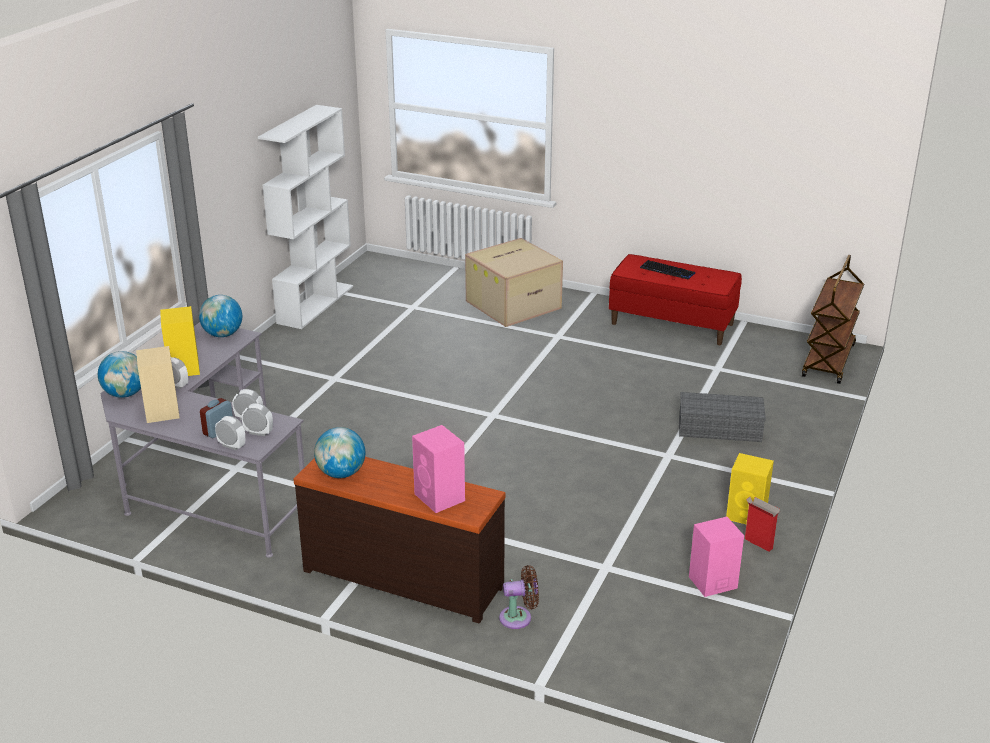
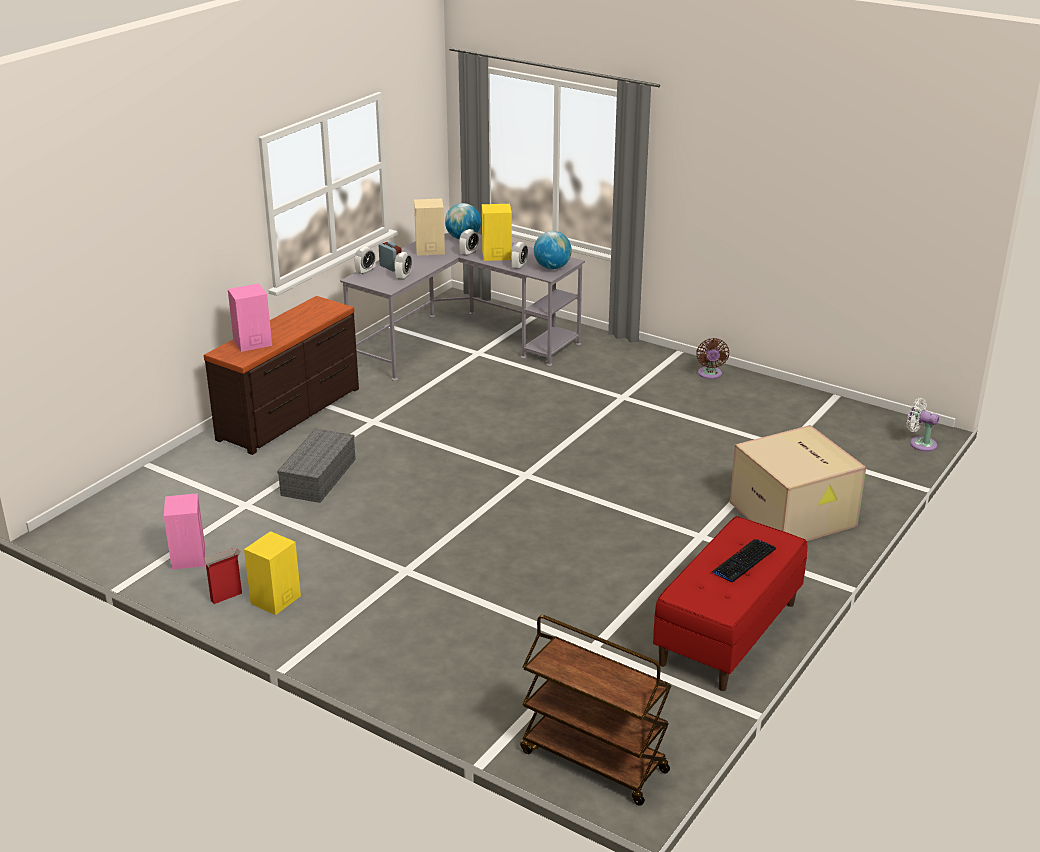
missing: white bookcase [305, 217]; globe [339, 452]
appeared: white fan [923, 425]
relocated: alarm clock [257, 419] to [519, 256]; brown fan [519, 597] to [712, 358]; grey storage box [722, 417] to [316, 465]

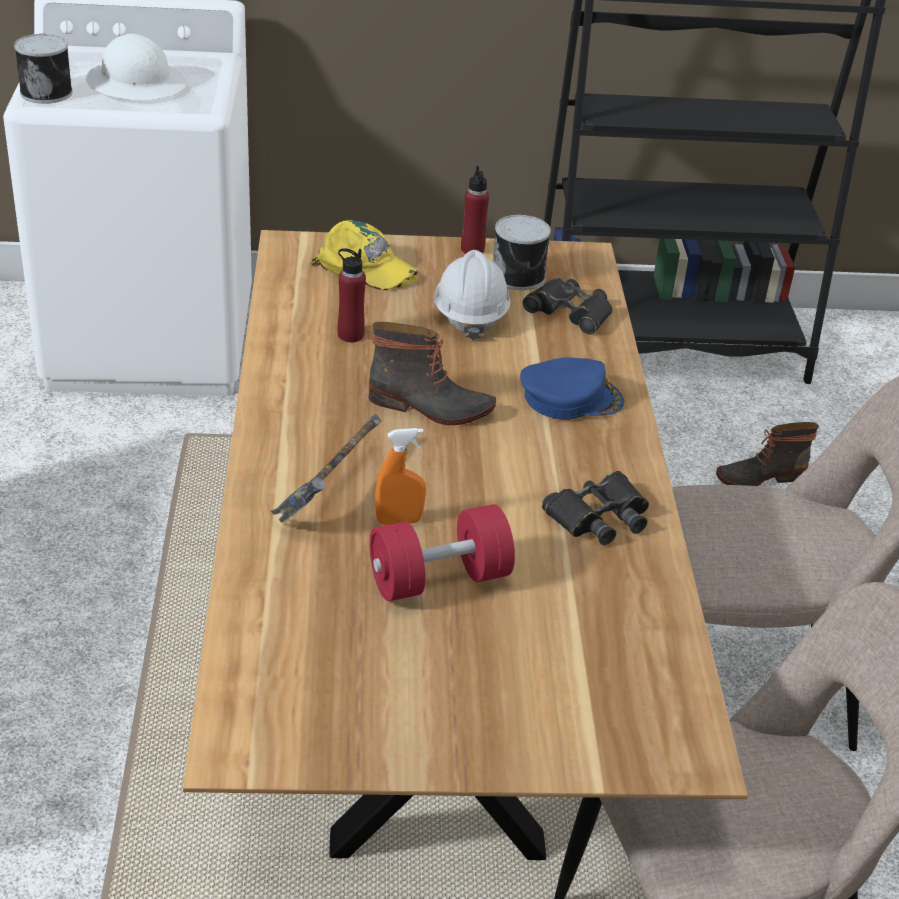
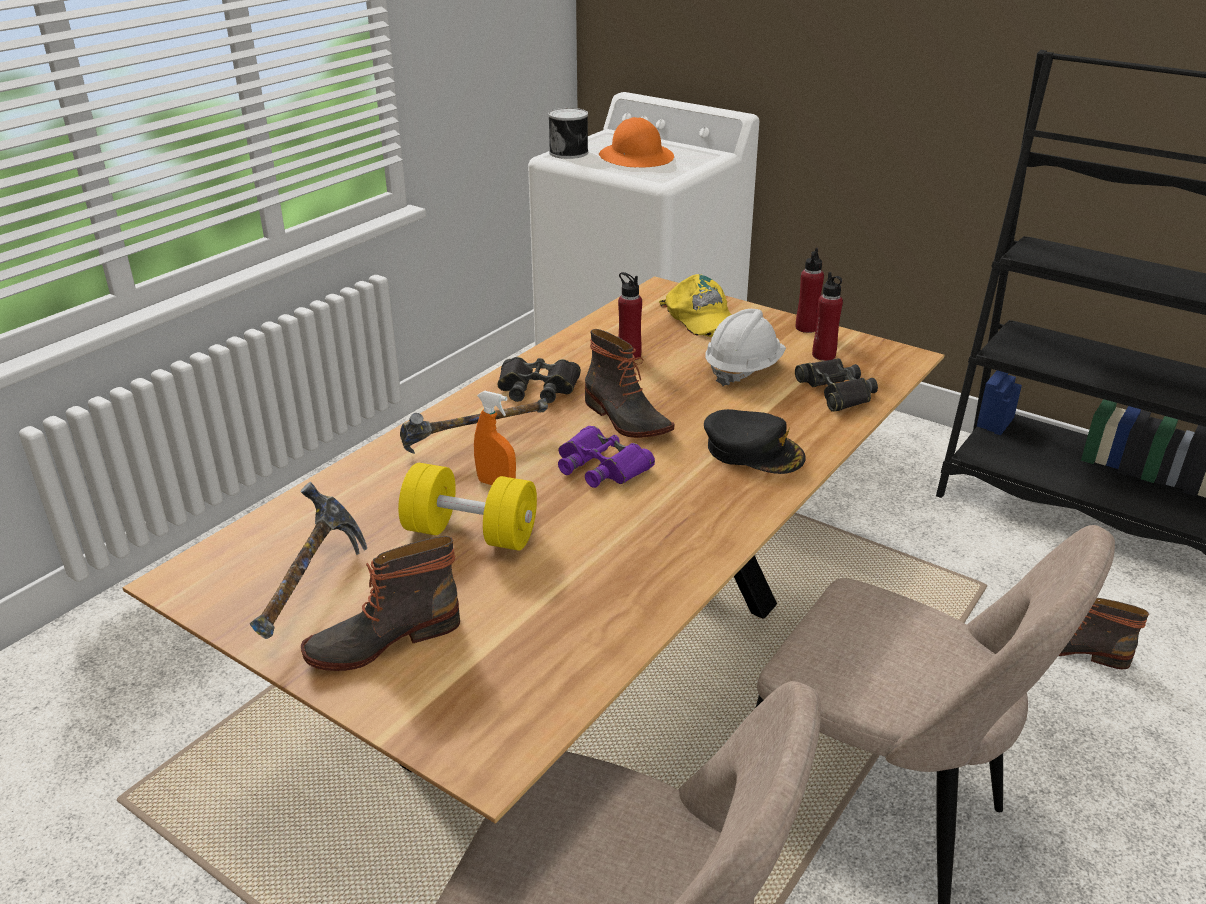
appeared: hammer [308, 560]; boot [380, 603]; purple binoculars [606, 457]
relocated: black binoculars [595, 508] to [539, 380]
exchanged: can [522, 252] to red bottle [827, 316]
colour: white hard hat [136, 67] to orange hard hat [636, 142]; red dumbbell [442, 552] to yellow dumbbell [467, 507]; blue cap [572, 388] to black cap [755, 441]

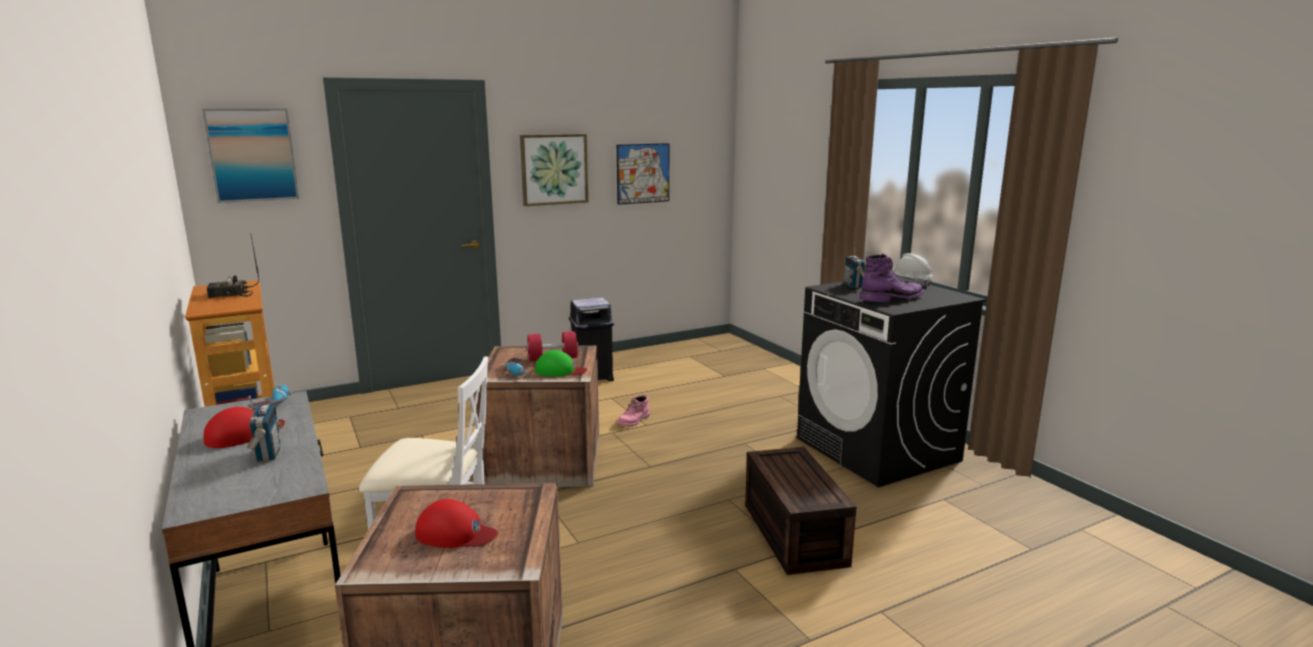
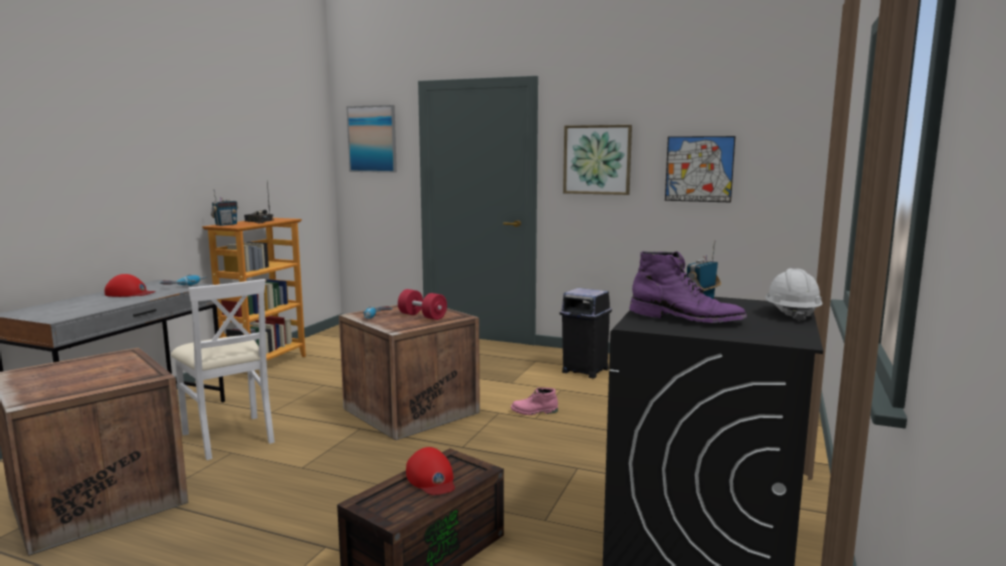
missing: green cap [561, 363]
relocated: radio [264, 429] to [224, 207]; red cap [456, 523] to [430, 471]

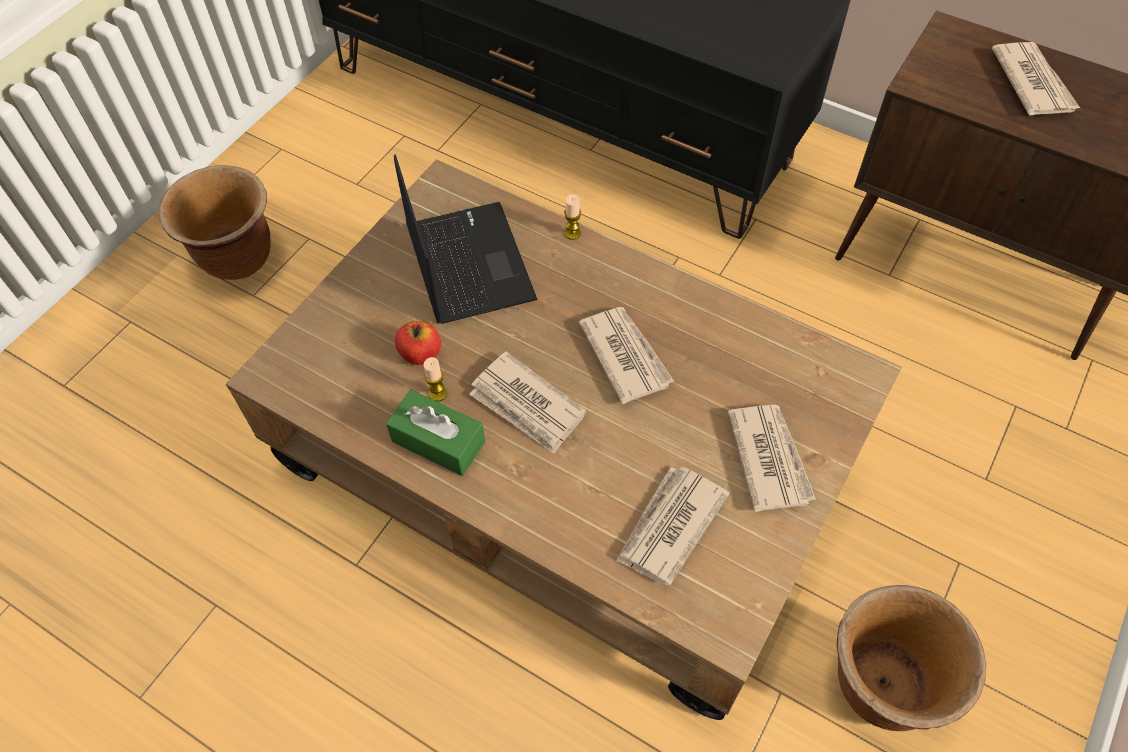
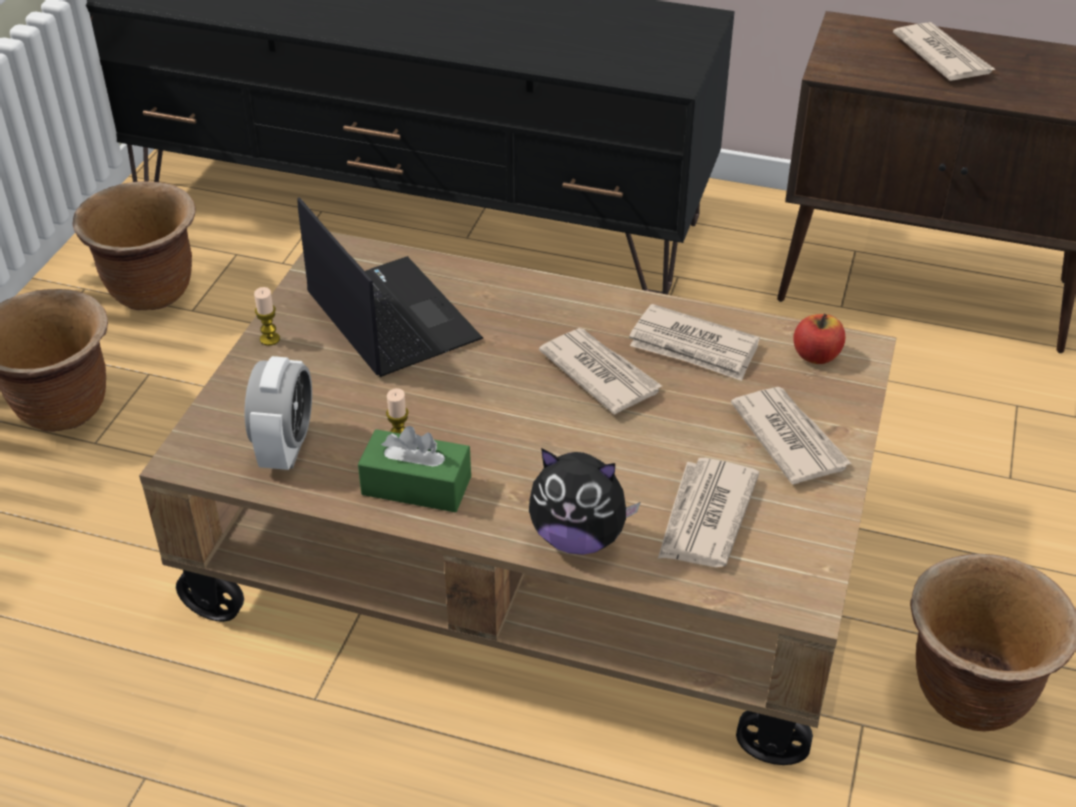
appeared: brown planter [134, 245]; alarm clock [278, 413]; plush toy [585, 501]
relocated: apple [418, 343] to [819, 339]; newspaper [527, 402] to [694, 342]; candle [572, 217] to [267, 316]

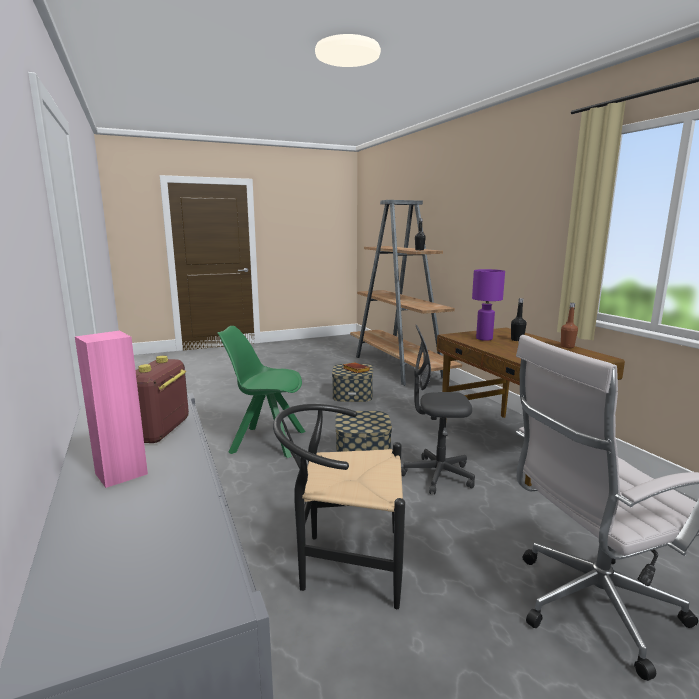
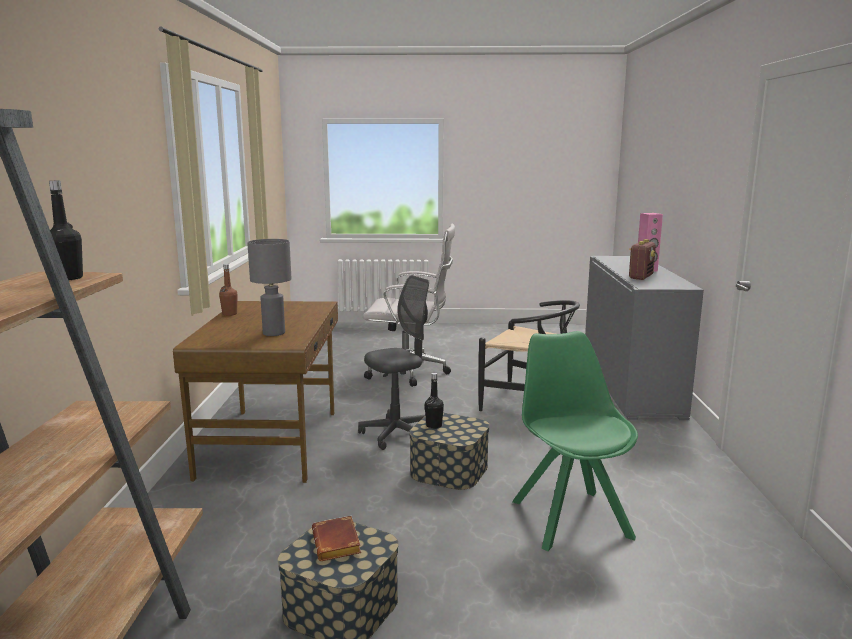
relocated: black bottle [519, 319] to [434, 401]
colour: purple table lamp [488, 305] to grey table lamp [269, 287]
spun: green chair [261, 392] = [575, 441] 135 degrees counterclockwise; grey office chair [438, 410] = [393, 362] 60 degrees counterclockwise

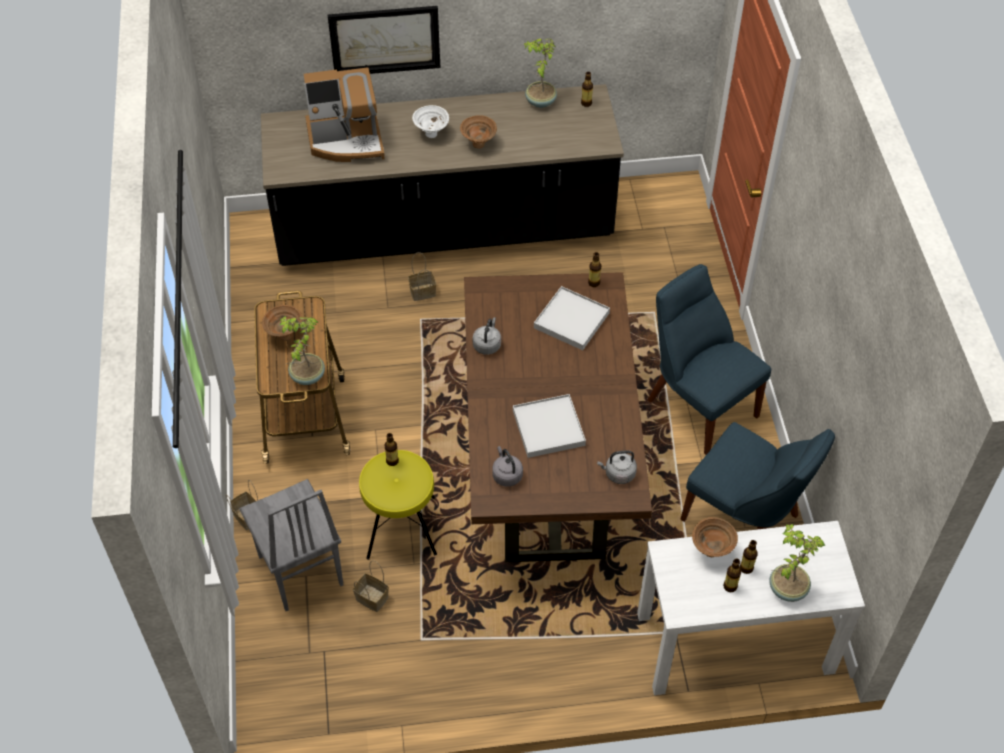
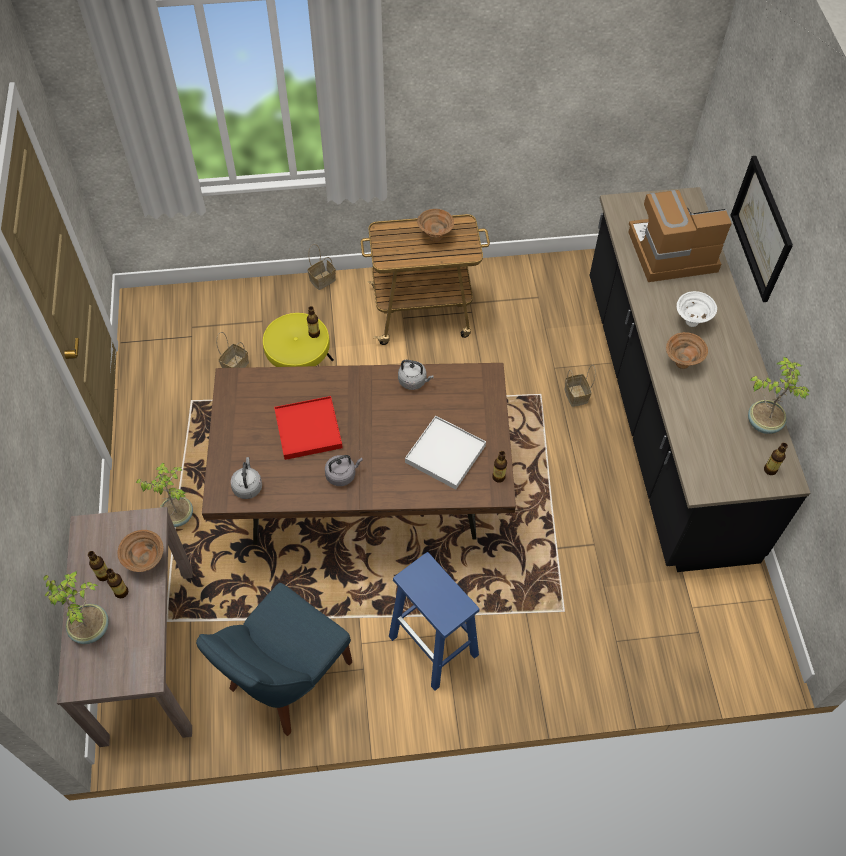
missing: grey chair [291, 545]
relocated: potted plant [302, 350] to [164, 494]; grey kettle [507, 466] to [344, 470]
exchanged: blue chair [709, 359] to blue stool [434, 621]
colour: white tray [549, 426] to red tray [308, 428]; white console table [751, 608] to brown console table [124, 627]
spun: coffee machine [344, 114] = [680, 236] 90 degrees clockwise

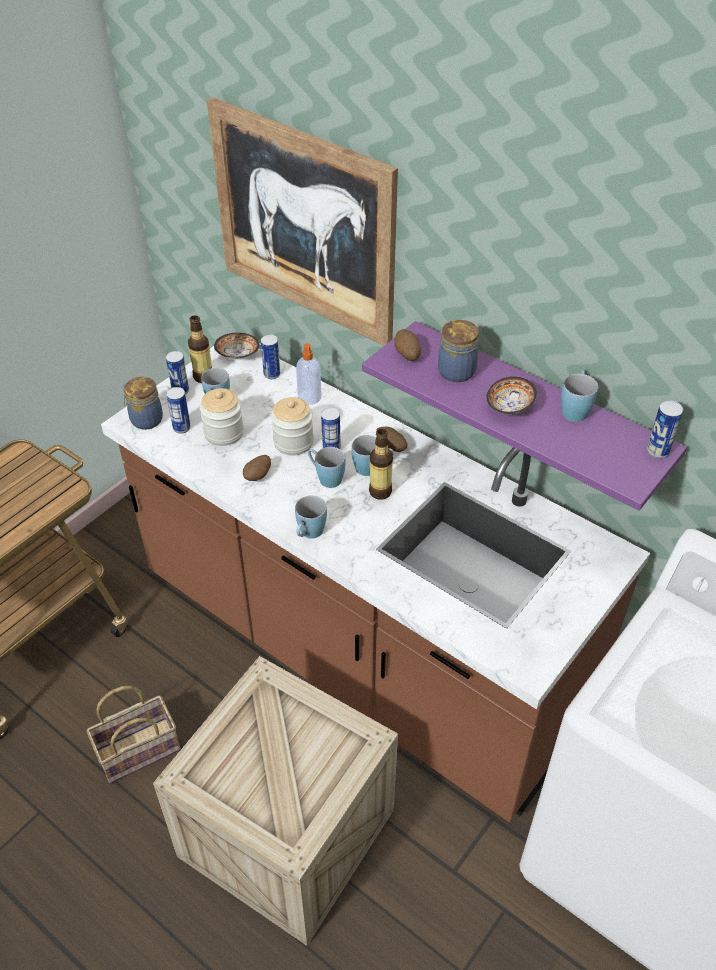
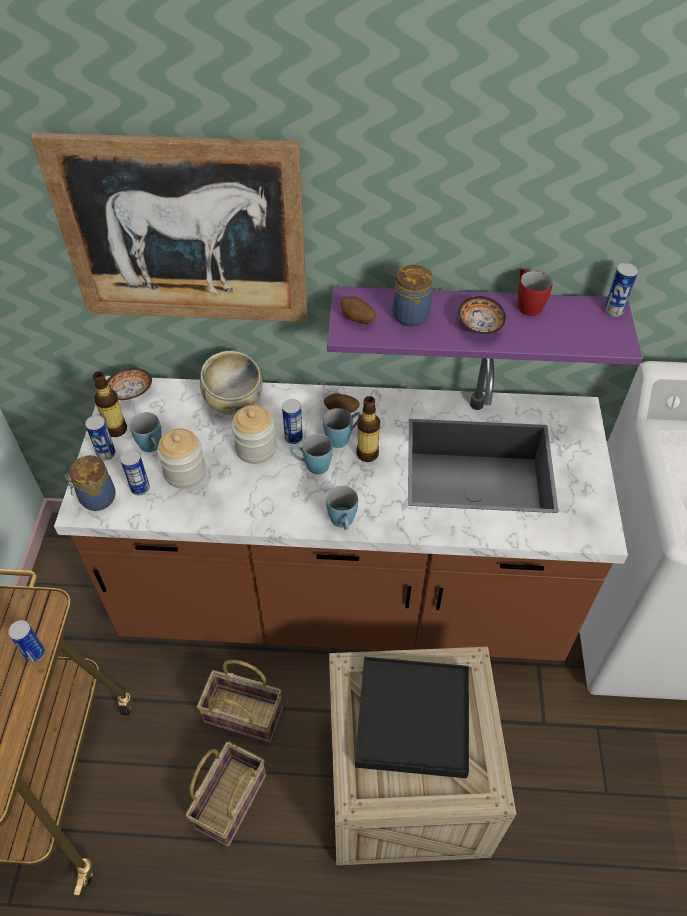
missing: potato [257, 468]
appeared: basket [240, 701]; black tray [412, 717]
relocated: can [270, 356] to [26, 641]
exchanged: soap dispenser [308, 374] to beige bowl [231, 383]
colour: blue mug [579, 396] to red mug [535, 292]

